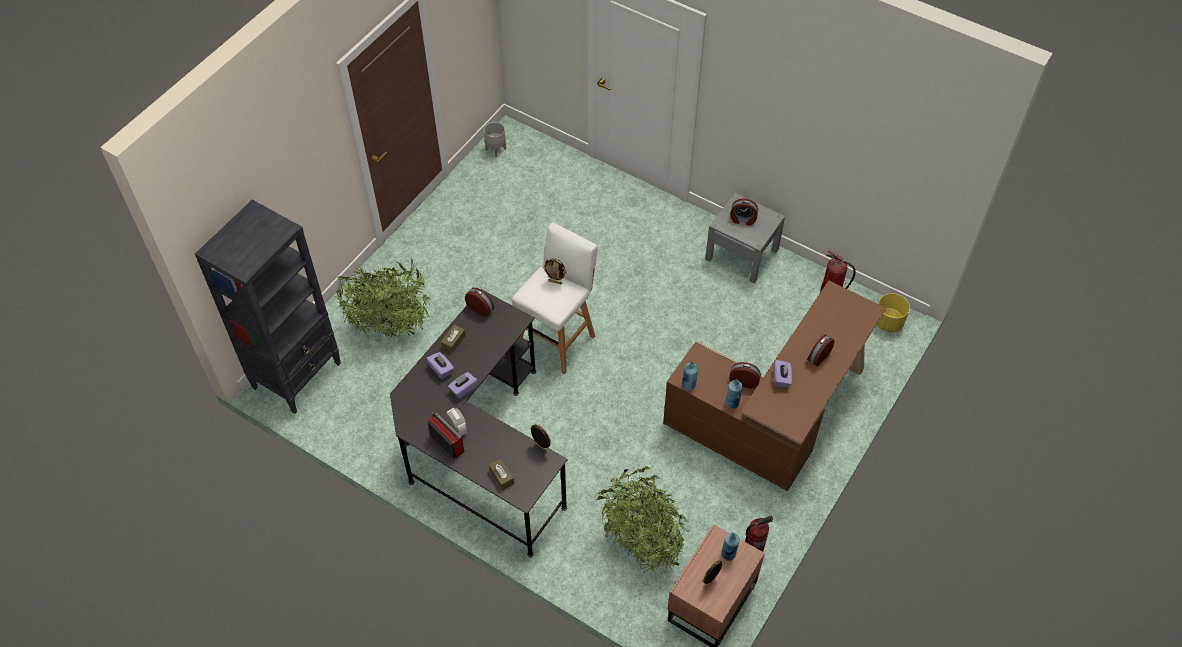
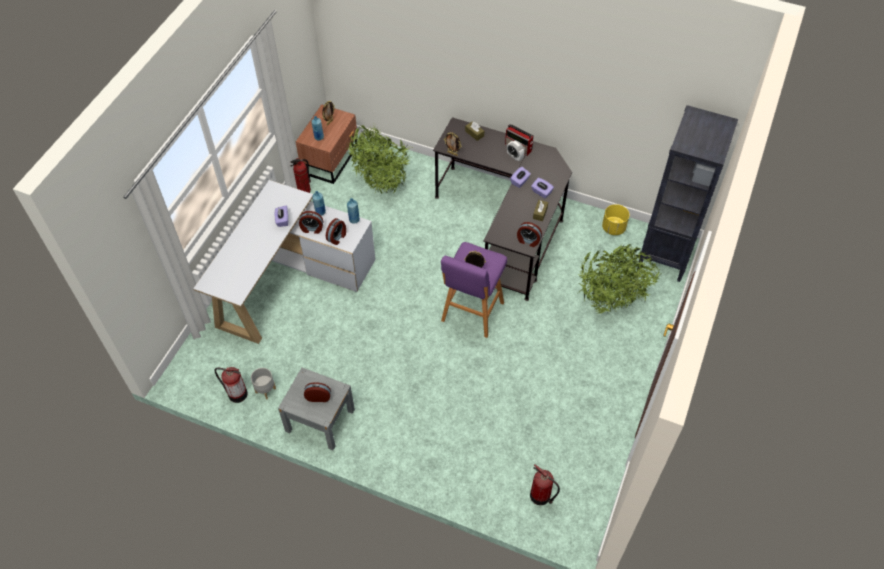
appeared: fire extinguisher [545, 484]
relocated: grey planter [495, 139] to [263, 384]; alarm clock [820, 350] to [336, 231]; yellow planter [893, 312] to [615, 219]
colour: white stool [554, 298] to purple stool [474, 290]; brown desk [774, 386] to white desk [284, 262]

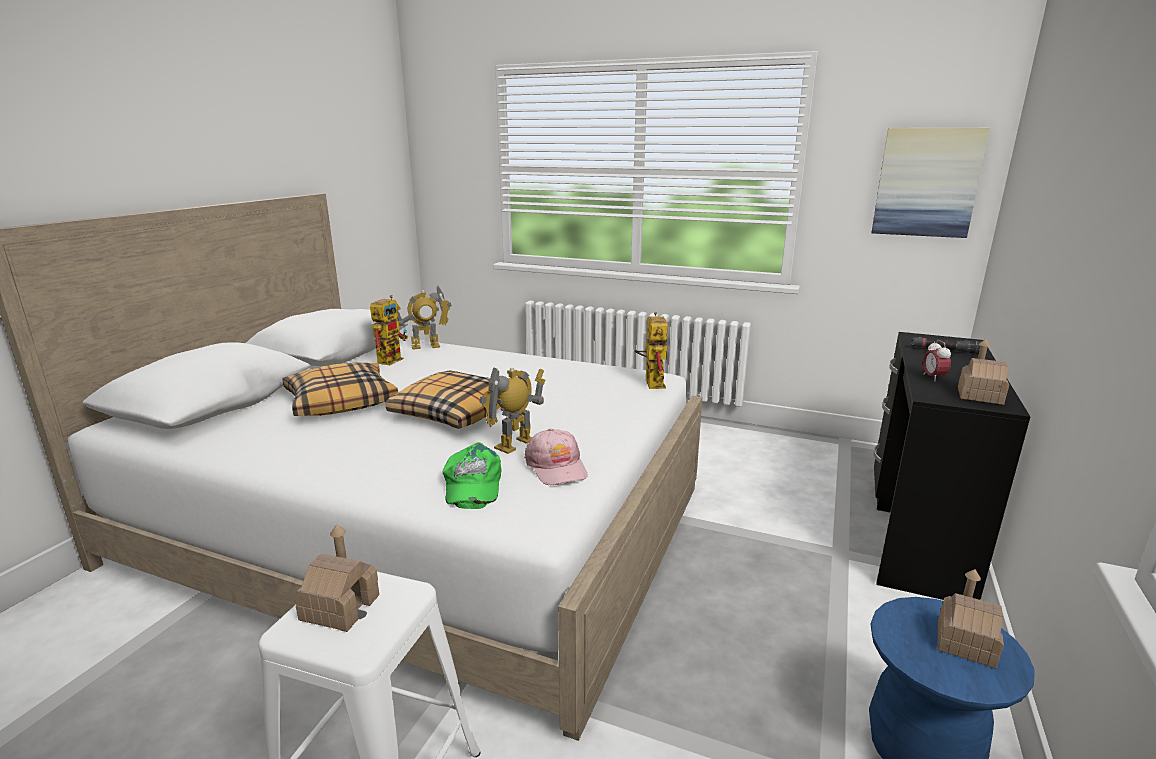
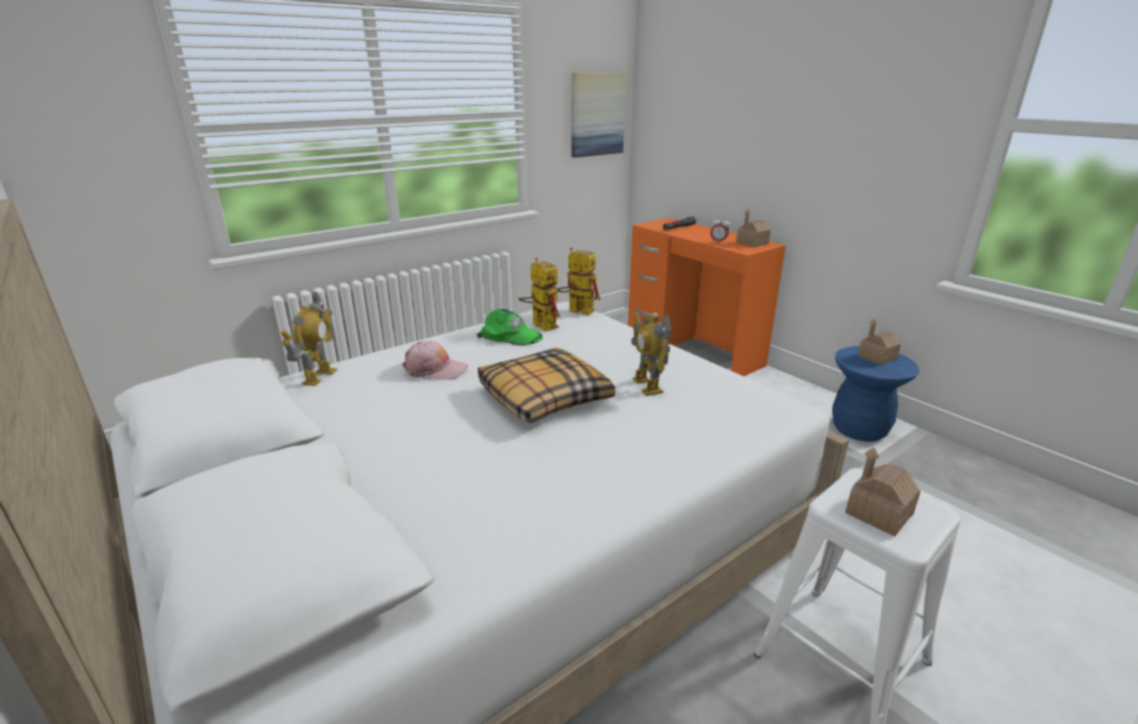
missing: pillow [340, 389]
relocated: toy robot [389, 330] to [539, 294]; green cap [472, 475] to [510, 327]; pink cap [556, 457] to [435, 360]
colour: black desk [952, 466] to orange desk [707, 297]

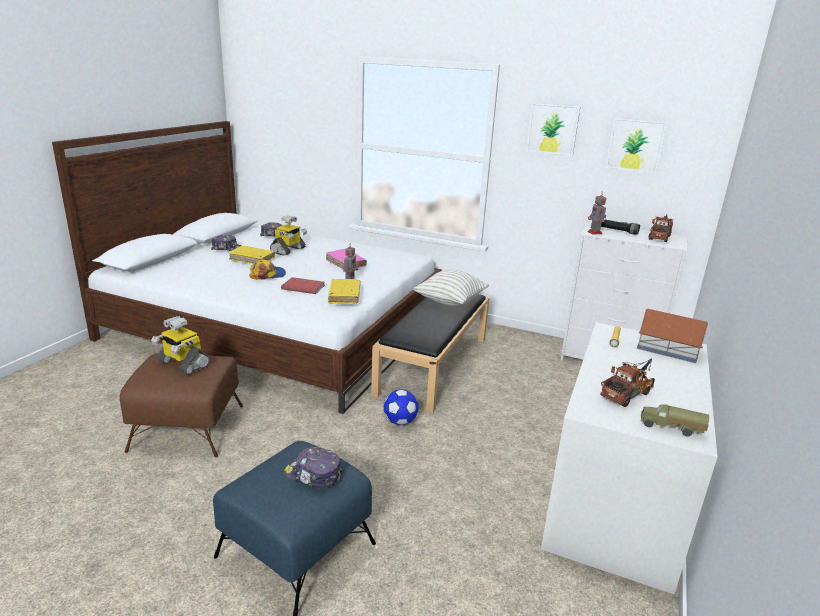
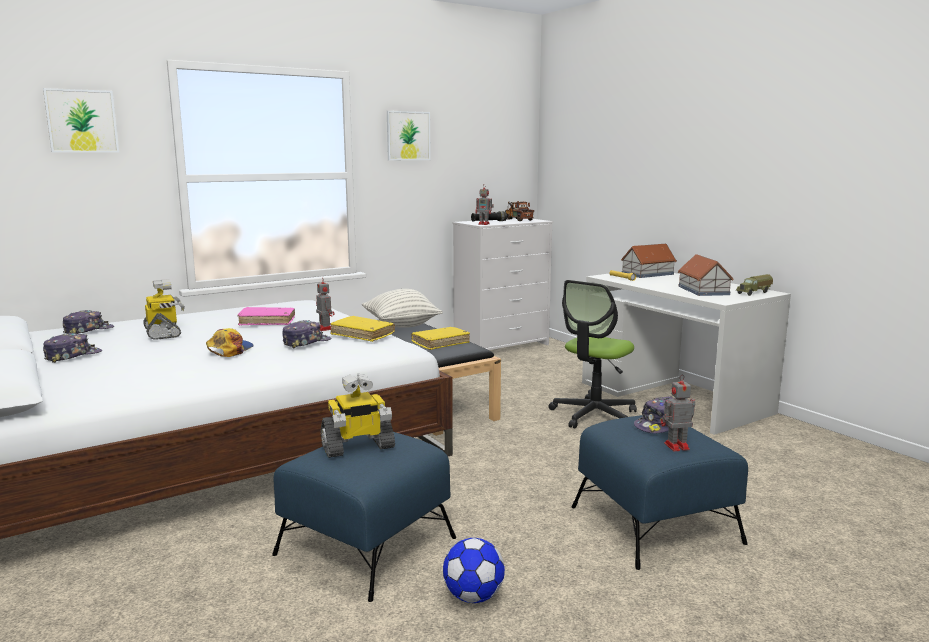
appeared: office chair [593, 354]; toy robot [678, 412]
relocated: yellow book [252, 255] to [440, 338]; football [400, 407] to [474, 570]; picture [636, 145] to [81, 120]
exchanged: red book [303, 285] to cap [306, 334]; toy truck [627, 382] to toy house [705, 275]
colour: brown ottoman [181, 405] to blue ottoman [364, 517]

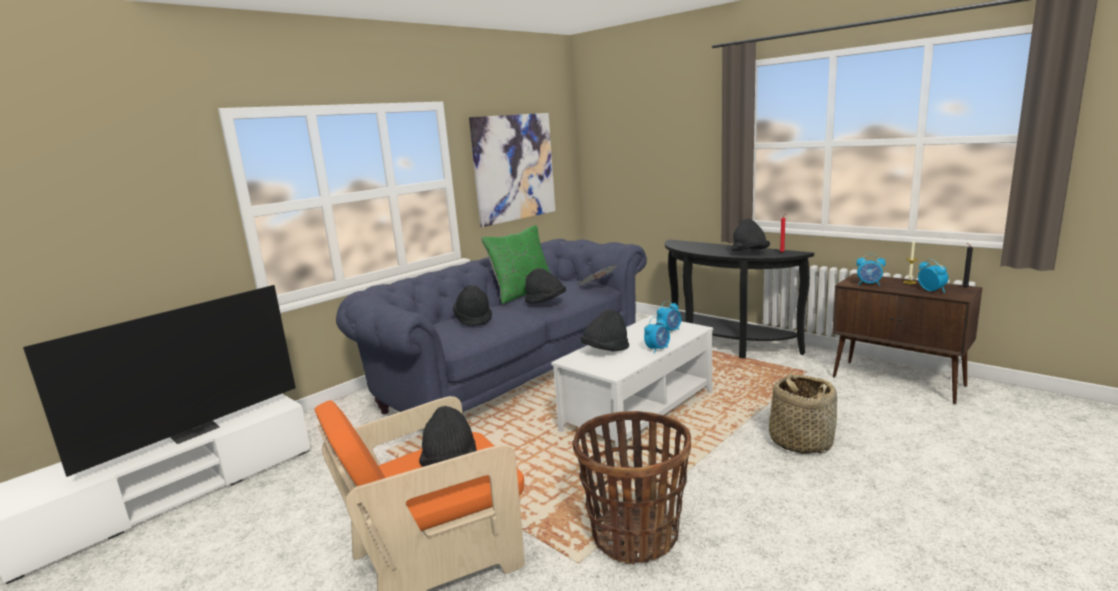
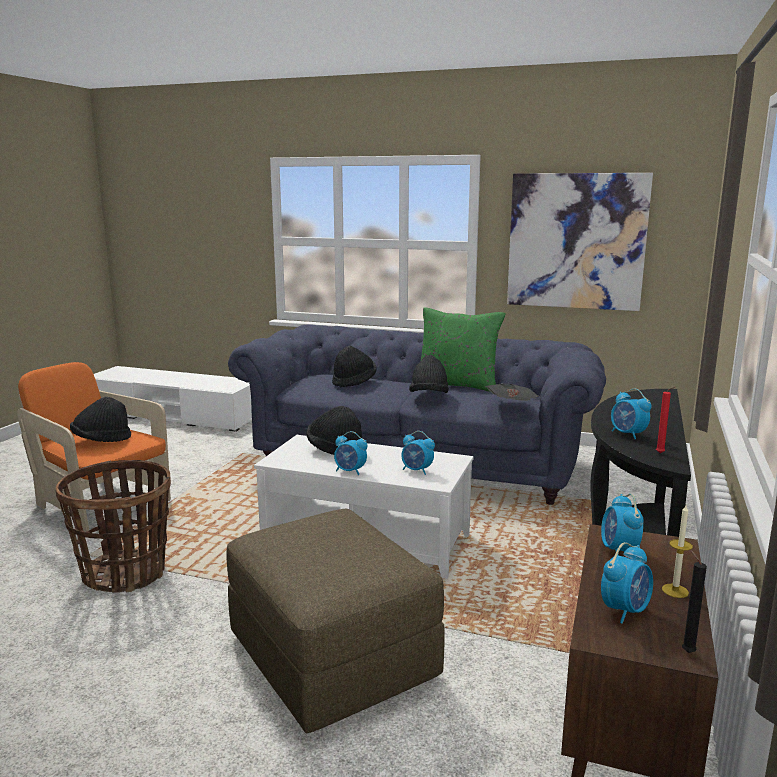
missing: television [159, 381]
exchanged: black hat [750, 235] to alarm clock [631, 413]; basket [803, 413] to brown ottoman [335, 621]

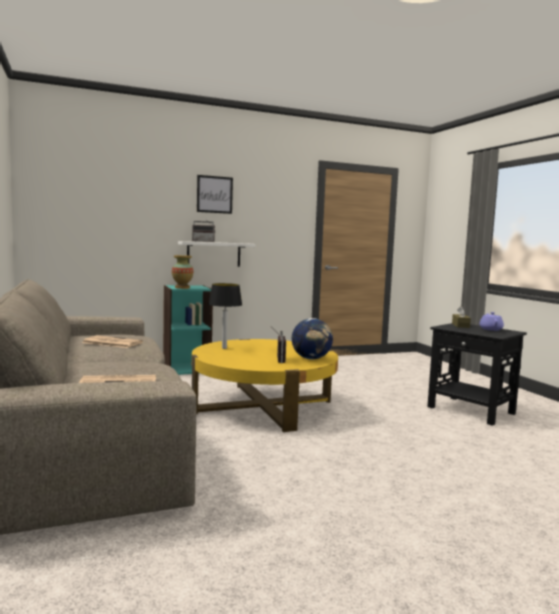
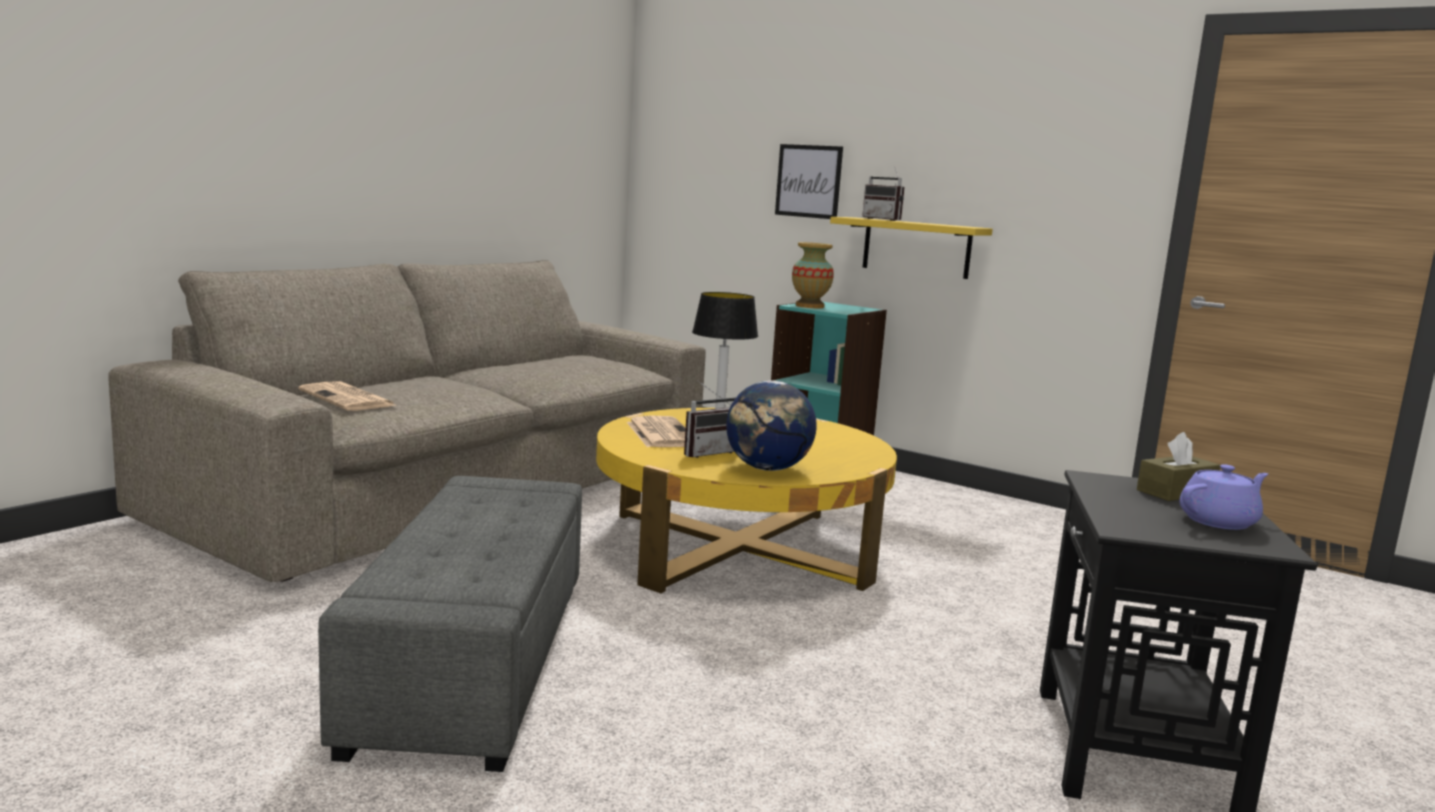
appeared: grey ottoman [450, 624]
relocated: newspaper [112, 341] to [656, 431]; picture [215, 194] to [809, 181]
colour: white shelf [216, 254] to yellow shelf [911, 248]

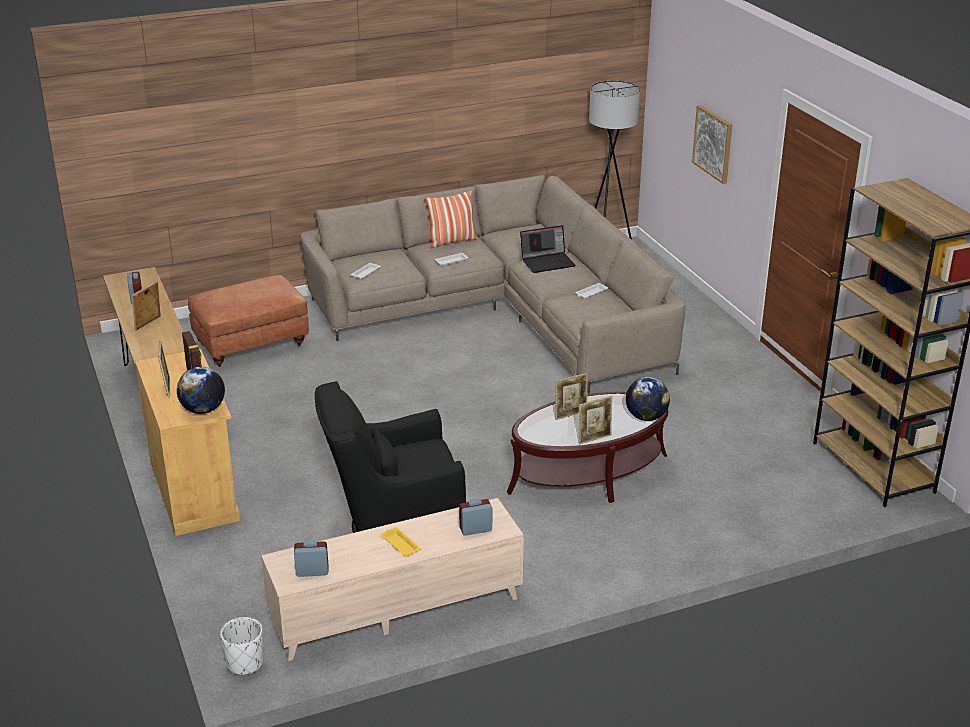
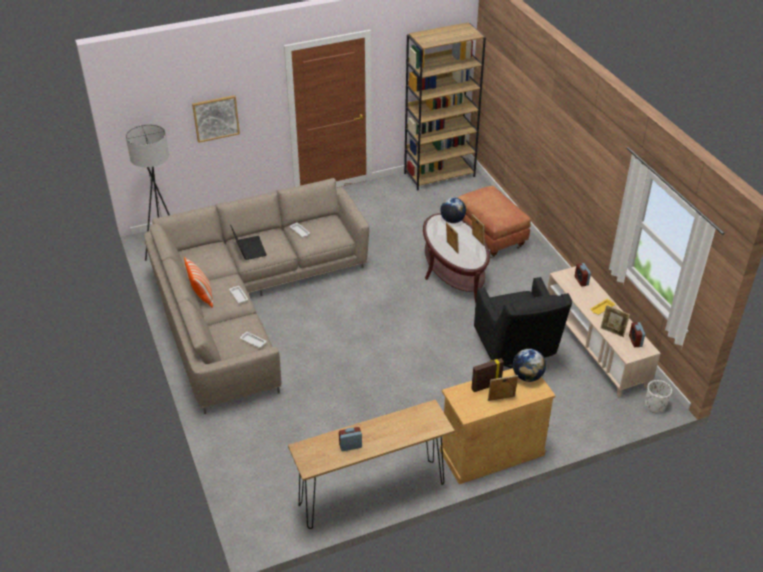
relocated: picture frame [146, 306] to [615, 321]; brown ottoman [248, 321] to [494, 222]

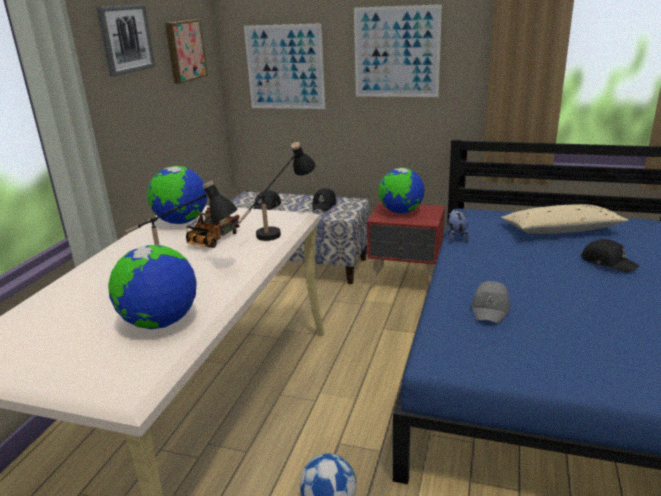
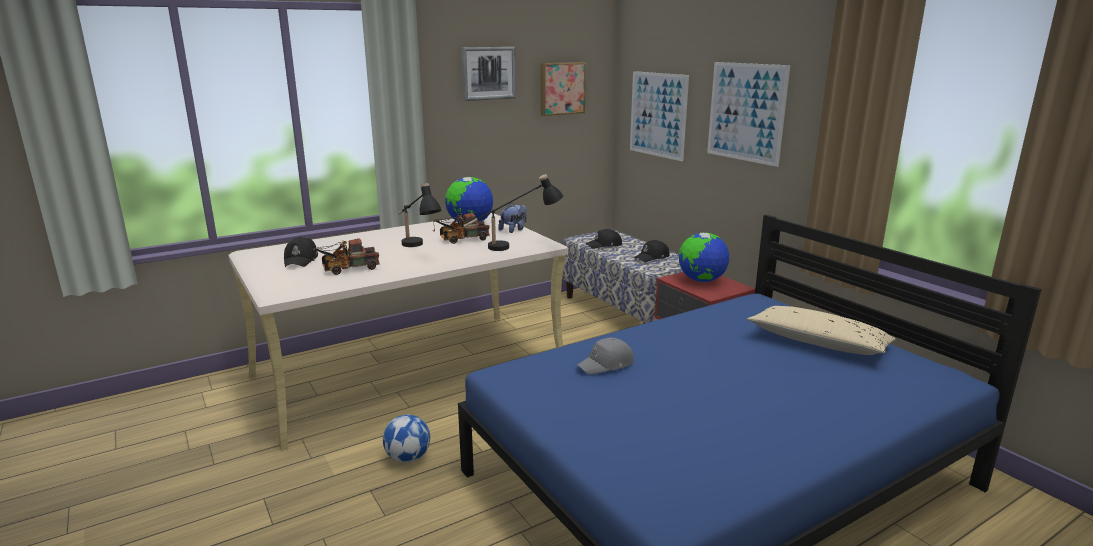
relocated: plush toy [458, 225] to [512, 218]; black cap [610, 256] to [301, 252]
exchanged: globe [152, 287] to toy truck [345, 257]

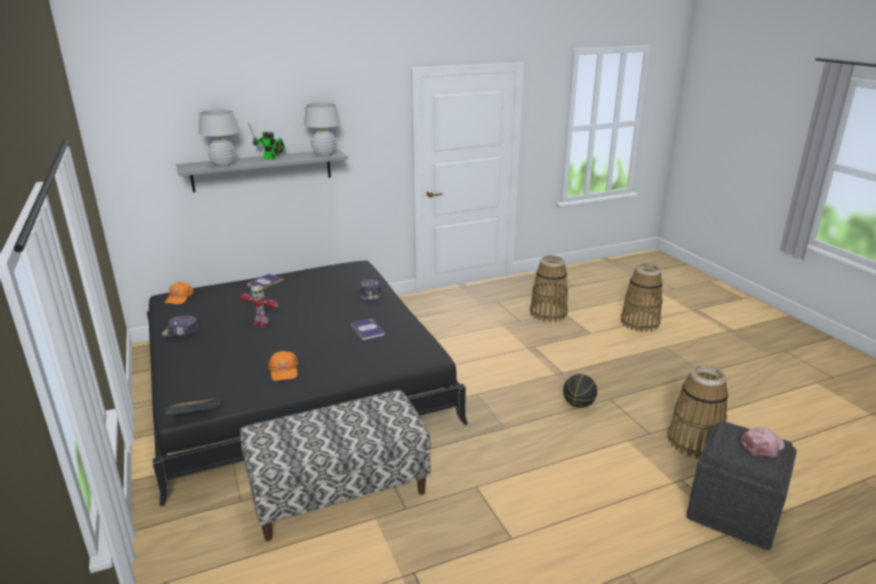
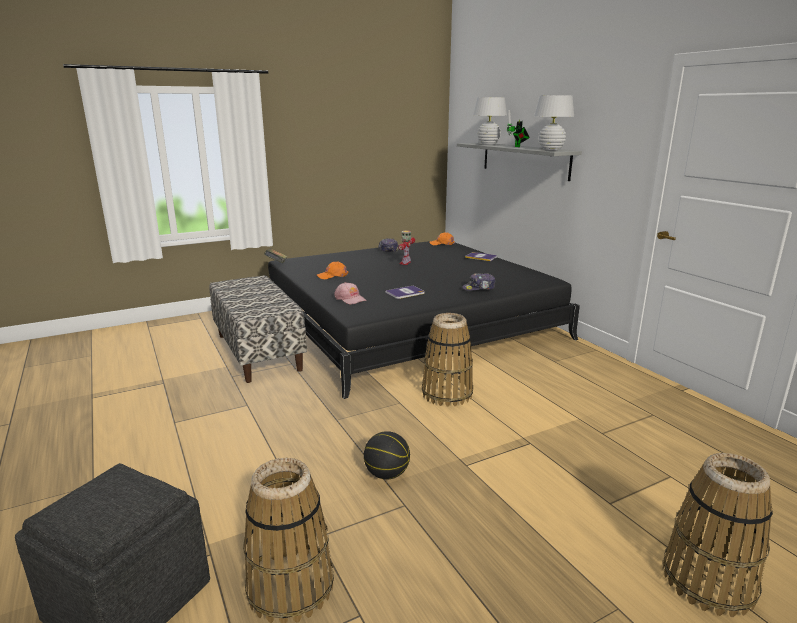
relocated: basket [549, 288] to [447, 360]; pink cap [763, 442] to [350, 293]

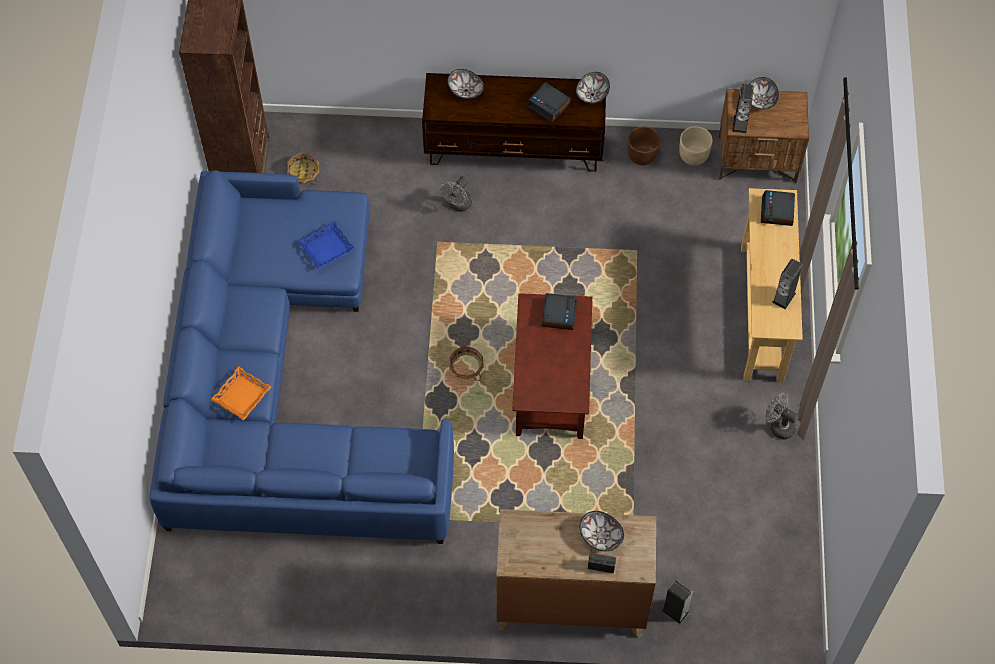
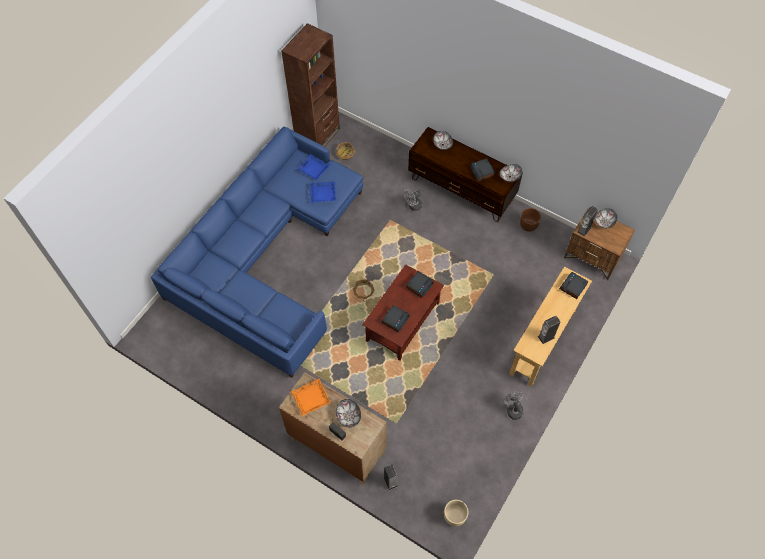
appeared: blue tray [313, 167]; alarm clock [396, 319]
relocated: orange tray [241, 393] to [311, 397]; beige planter [696, 145] to [456, 513]

